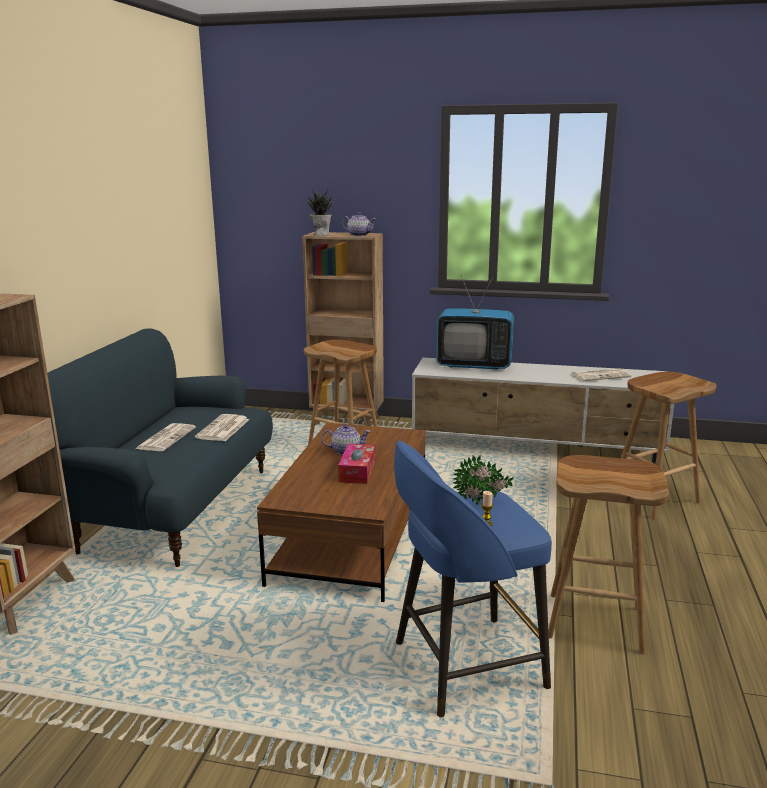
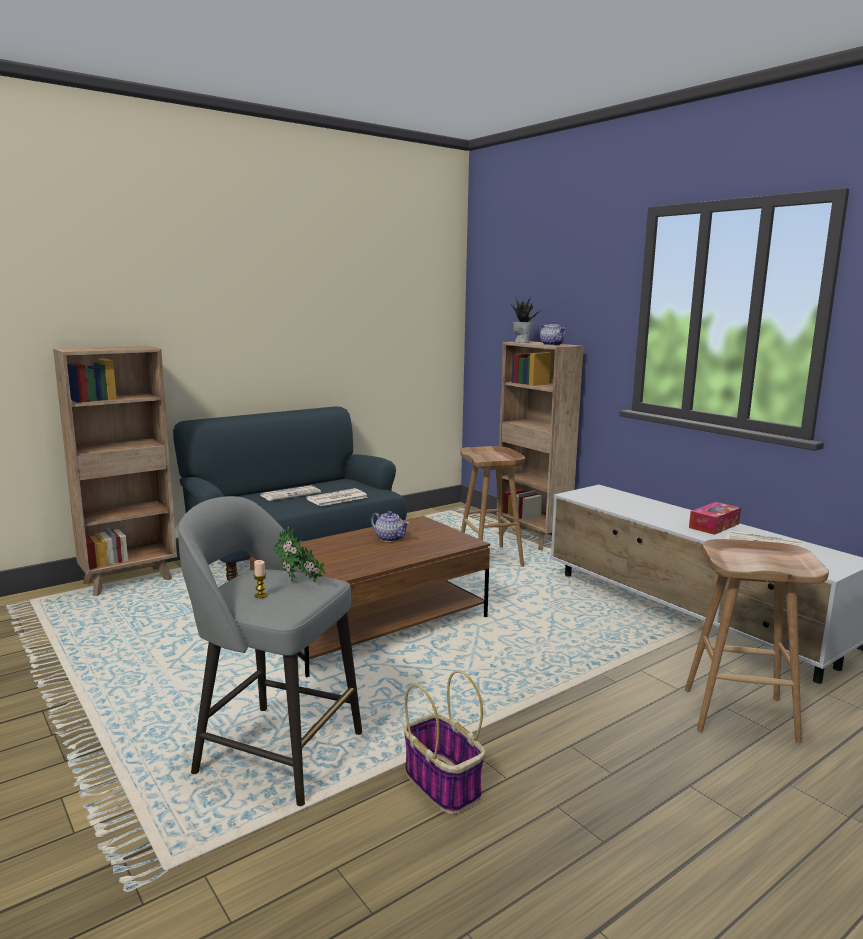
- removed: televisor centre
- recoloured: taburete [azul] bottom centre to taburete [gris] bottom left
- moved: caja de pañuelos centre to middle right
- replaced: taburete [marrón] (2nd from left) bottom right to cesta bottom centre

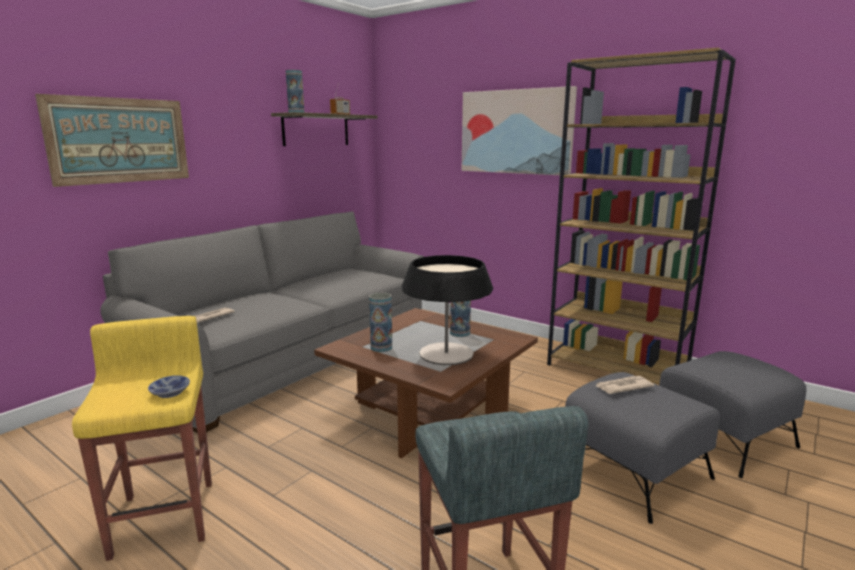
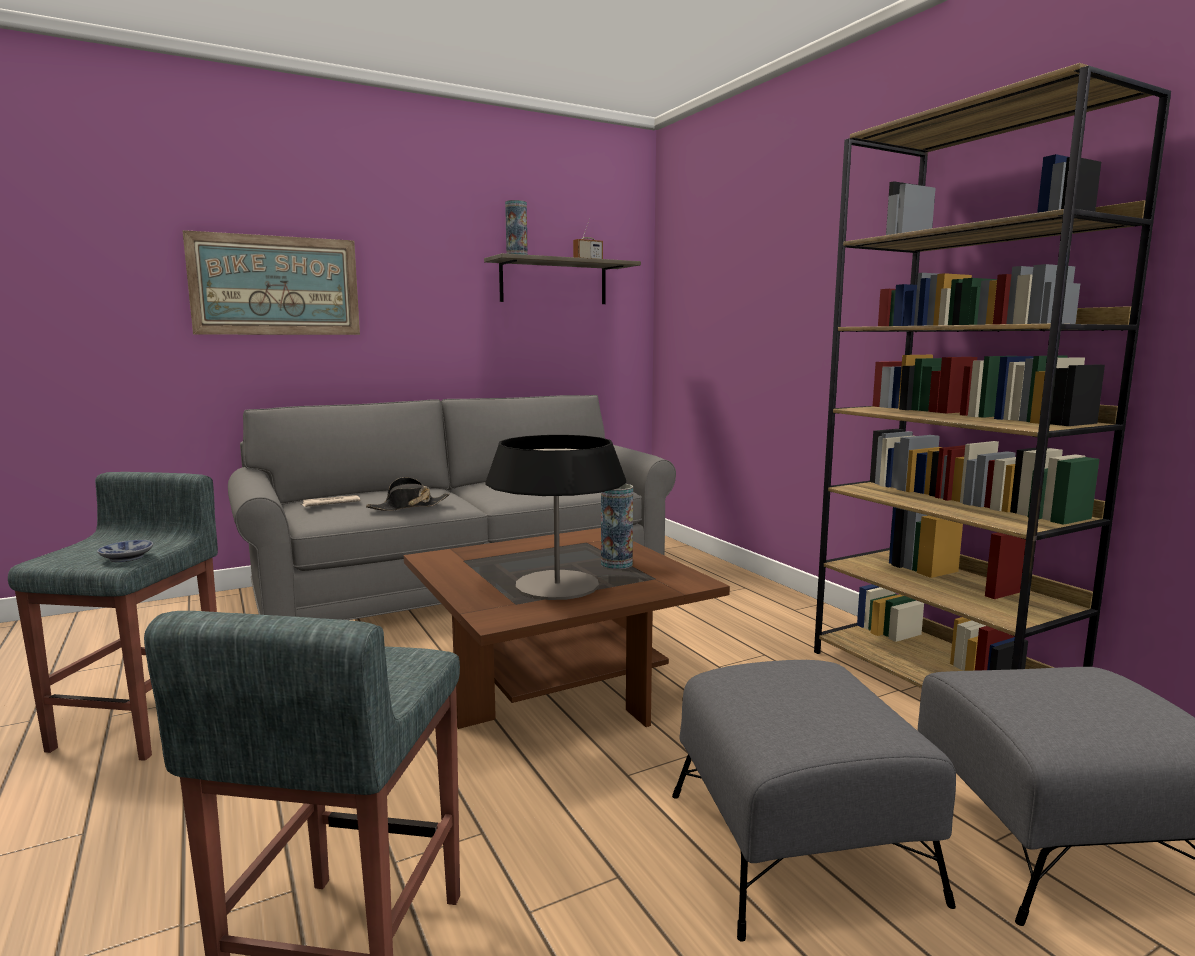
- removed: cuadro (2nd from left) top centre
- removed: florero (2nd from left) centre
- recoloured: taburete [amarillo] bottom left to taburete [gris] (1st from left) middle left
- removed: periódico (2nd from left) bottom right
- added: sombrero [negro] centre

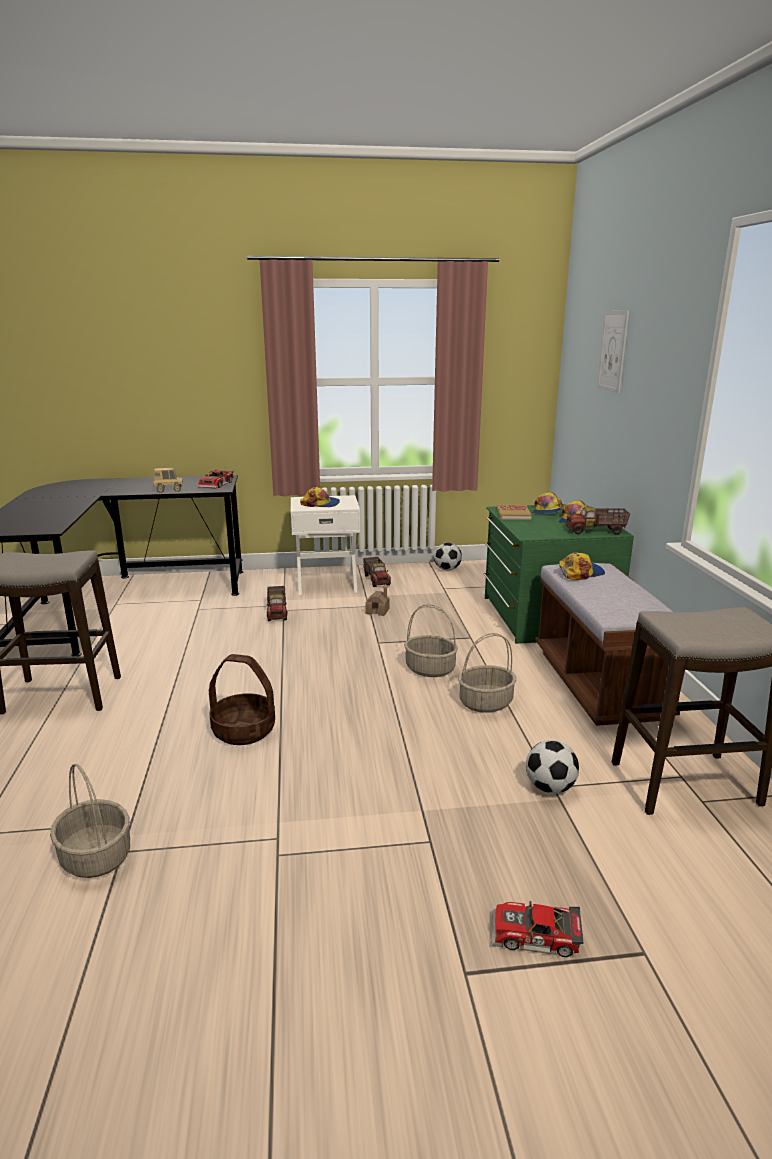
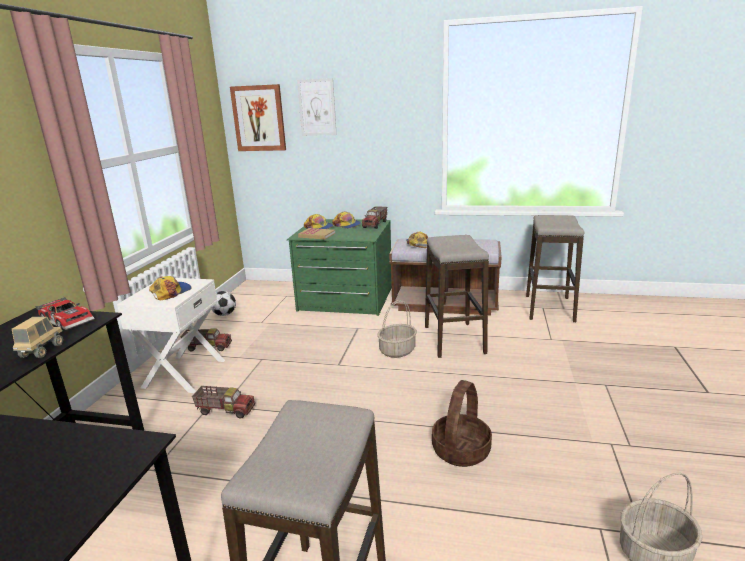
- removed: casita centre
- replaced: cesta (4th from left) centre to taburete (2nd from left) centre
- removed: balón de fútbol (2nd from left) middle right
- removed: coche de juguete (2nd from left) bottom right
- added: cuadro (1st from left) top centre

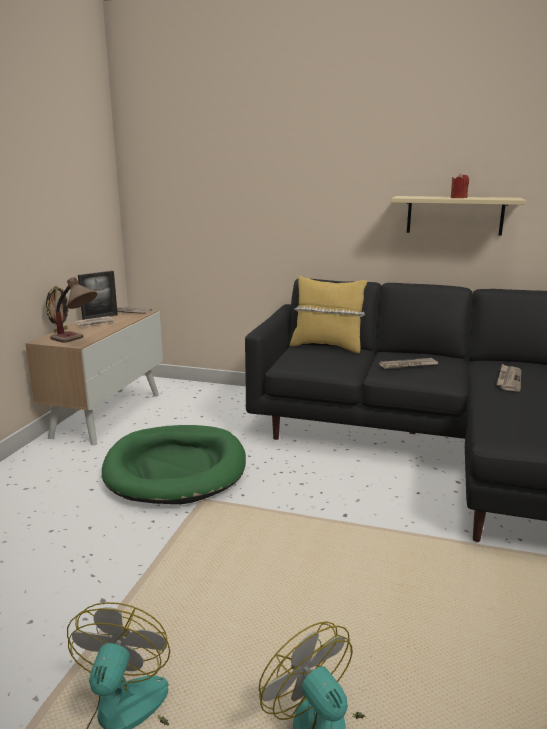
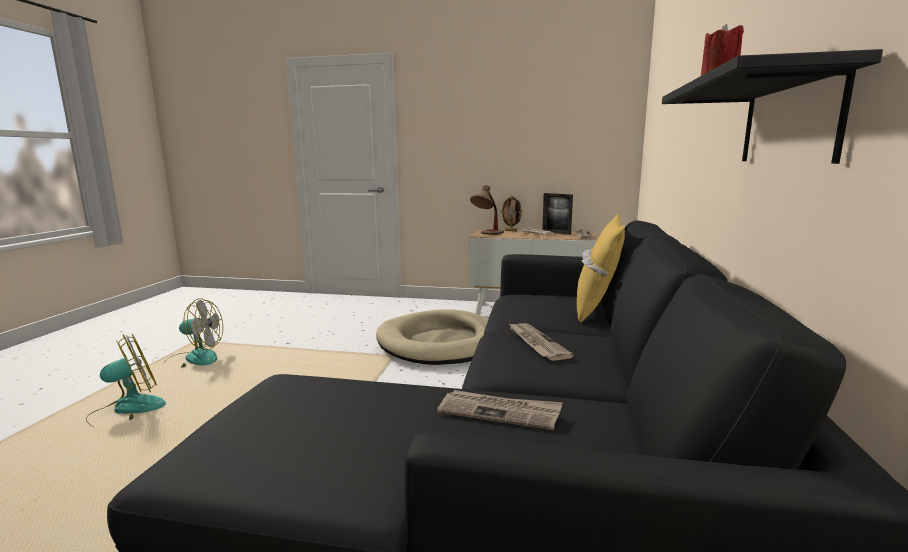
- recoloured: estante [beis] top right to estante [negro] top right
- recoloured: cama para perro [verde] middle left to cama para perro [beis] centre

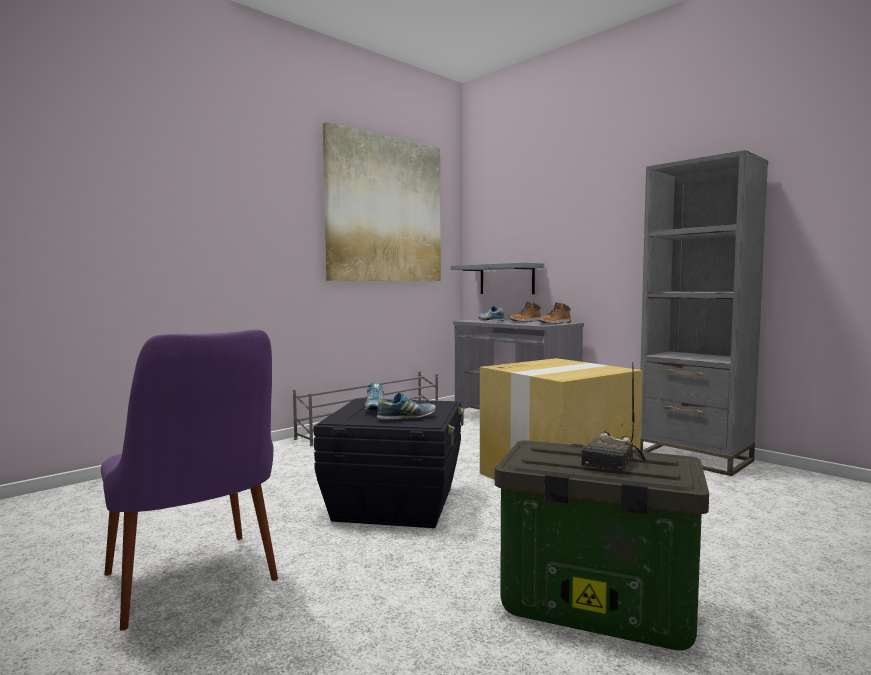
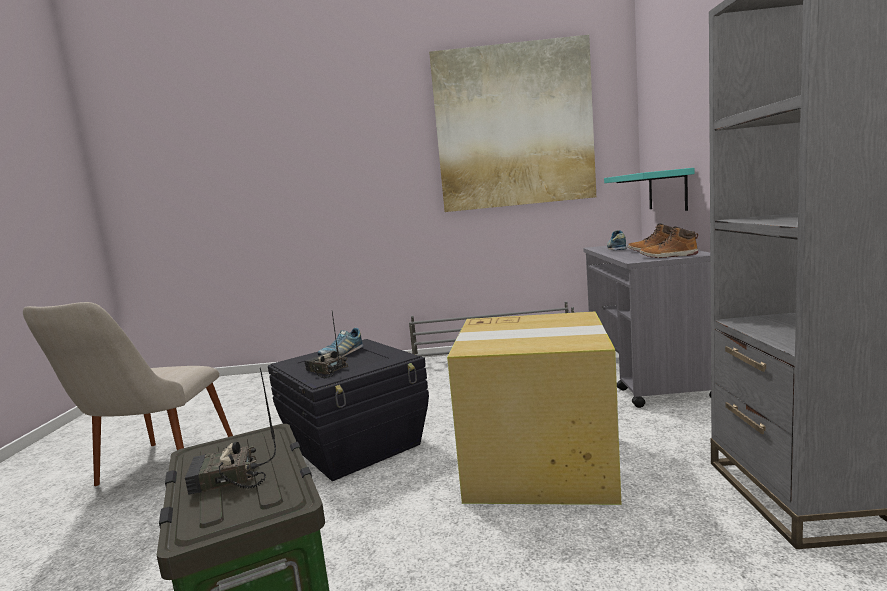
- recoloured: estante [gris] centre to estante [turquesa] top right
- recoloured: silla [morado] bottom left to silla [beis] bottom left
- replaced: zapato (2nd from left) centre to radio (2nd from left) centre

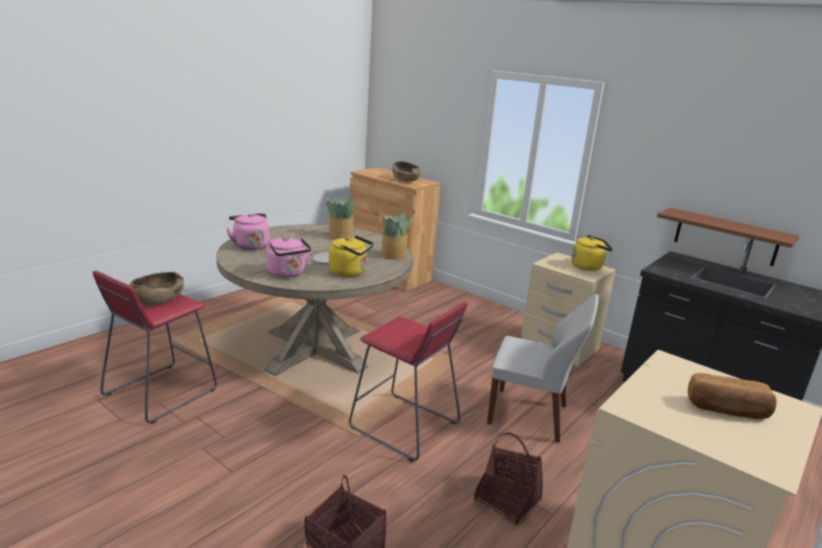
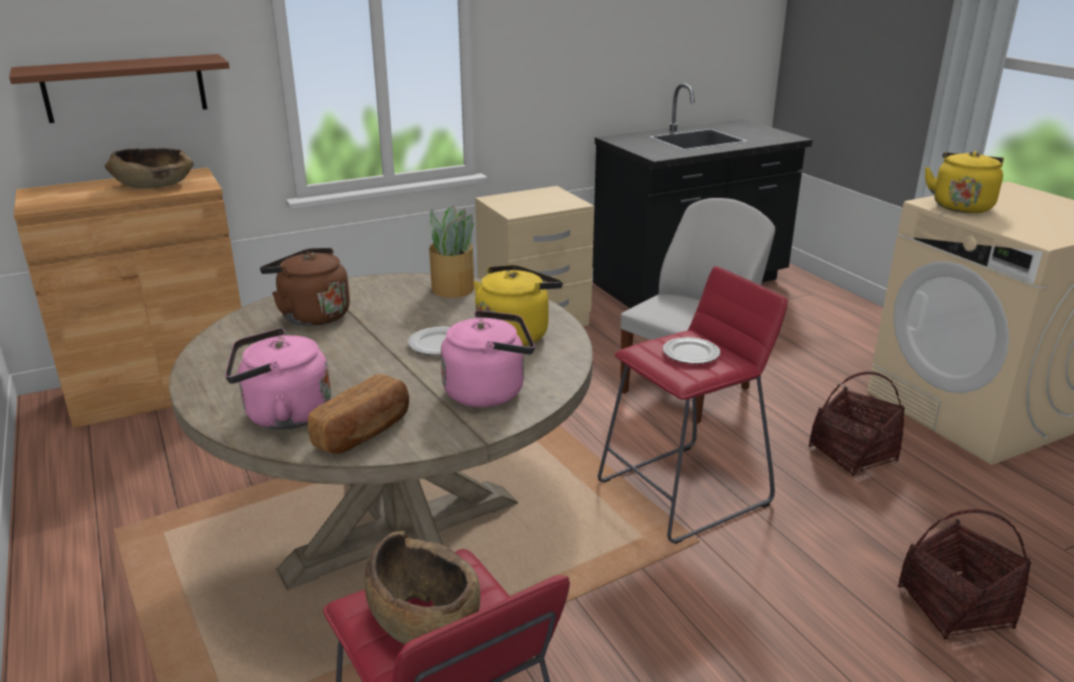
- replaced: planta en maceta (1st from left) centre to hervidor [marrón] middle left
- moved: estante [marrón] middle right to top left
- moved: hervidor [amarillo] (2nd from left) middle right to top right
- moved: pan bottom right to centre
- added: plato (2nd from left) centre

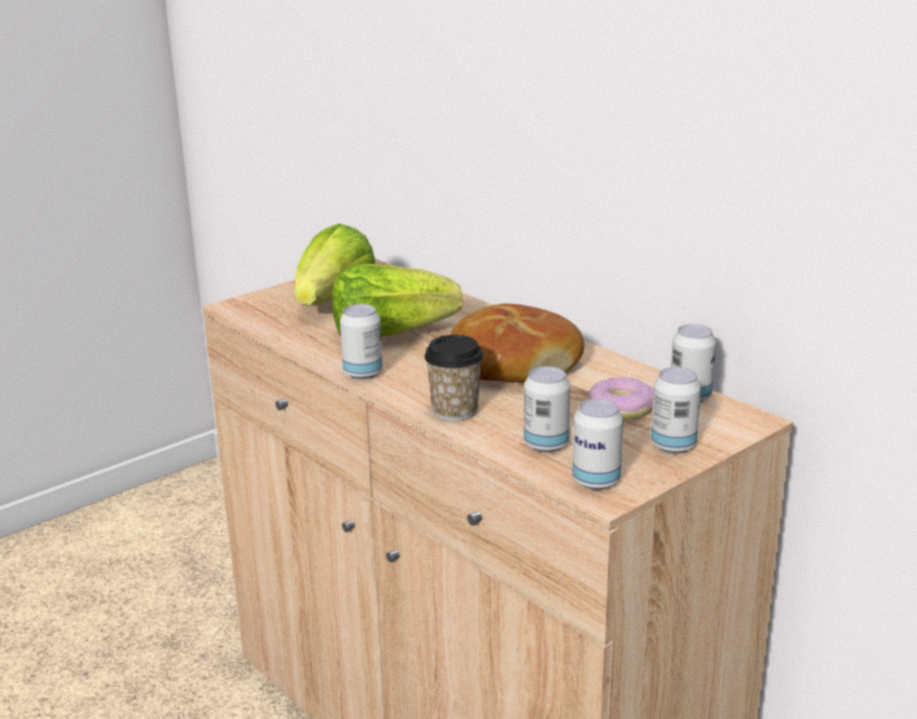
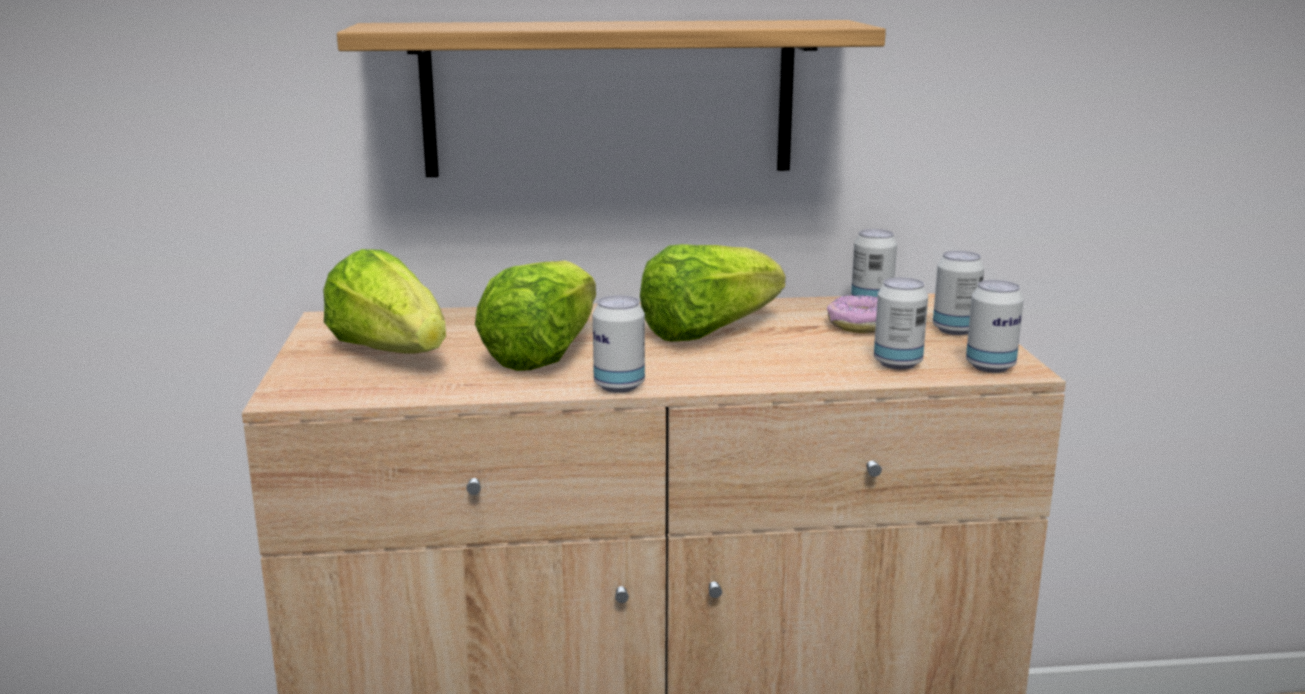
- replaced: pan centre to lechuga (3rd from left) centre
- removed: taza centre
- added: estante top centre

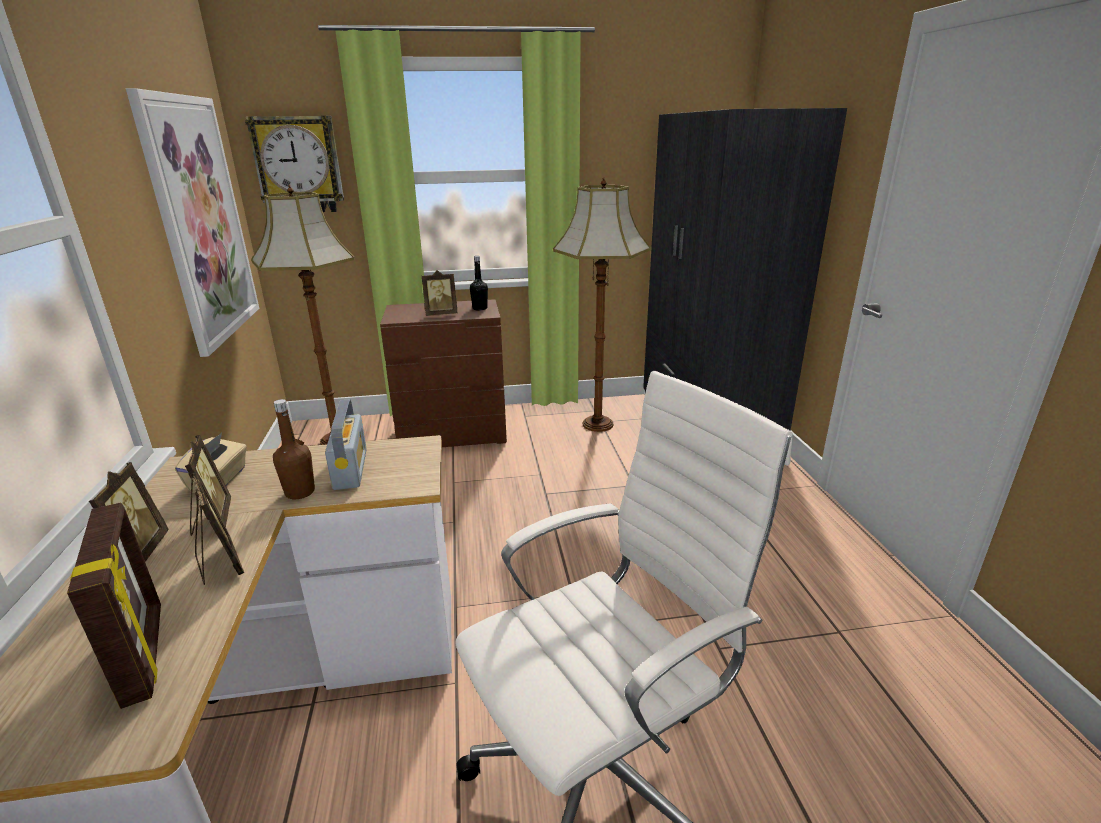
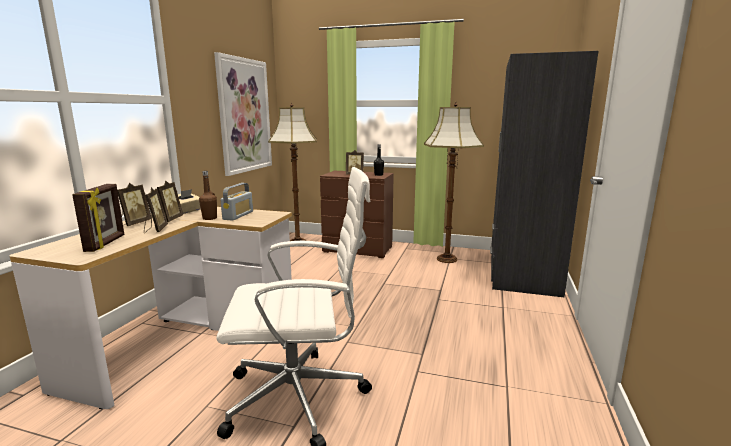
- removed: reloj de pared top left

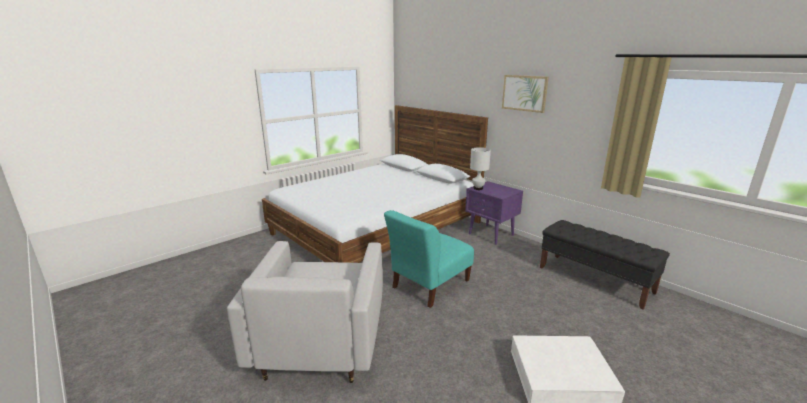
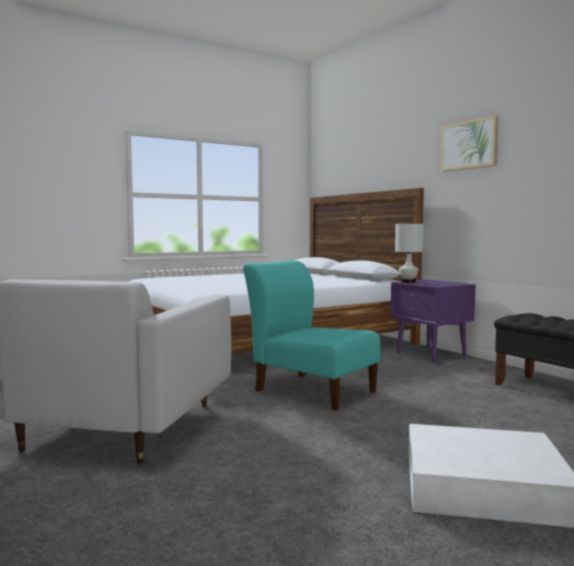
- turned: silla [turquesa] centre = centre 75 degrees clockwise

